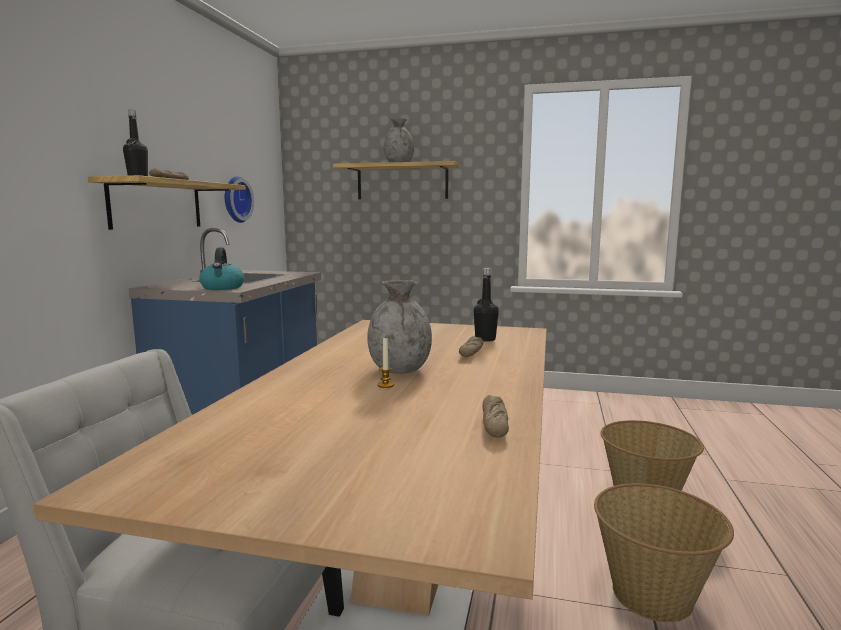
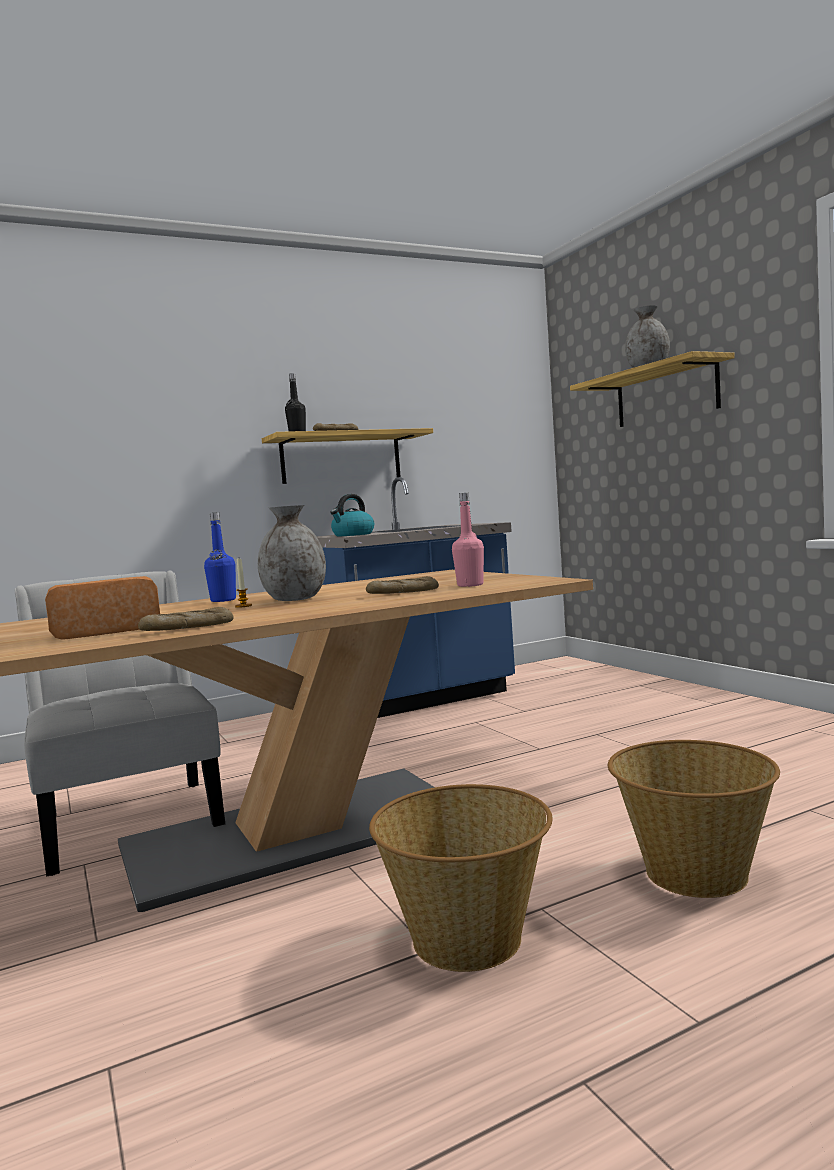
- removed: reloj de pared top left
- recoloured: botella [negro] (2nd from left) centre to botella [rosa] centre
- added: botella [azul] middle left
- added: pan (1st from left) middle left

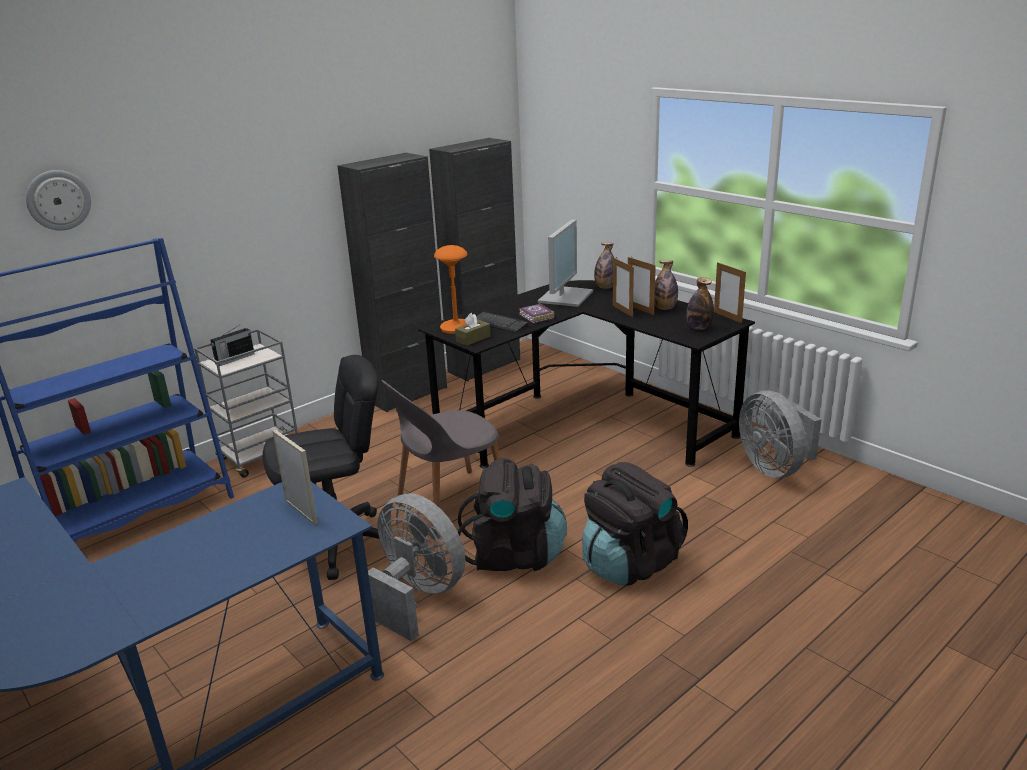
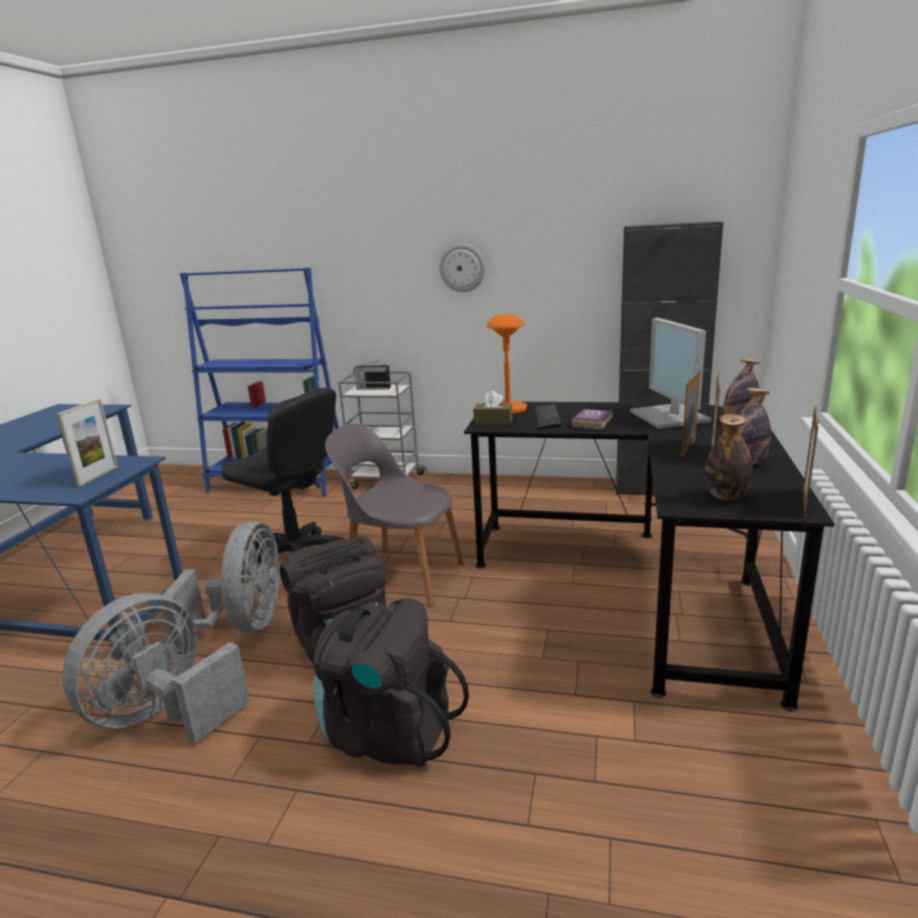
- removed: armario [negro] (1st from left) centre
- moved: reloj de pared top left to top centre
- turned: monitor centre = middle right 90 degrees clockwise
- moved: ventilador [gris] (2nd from left in the first image) middle right to ventilador [gris] (1st from left) bottom left

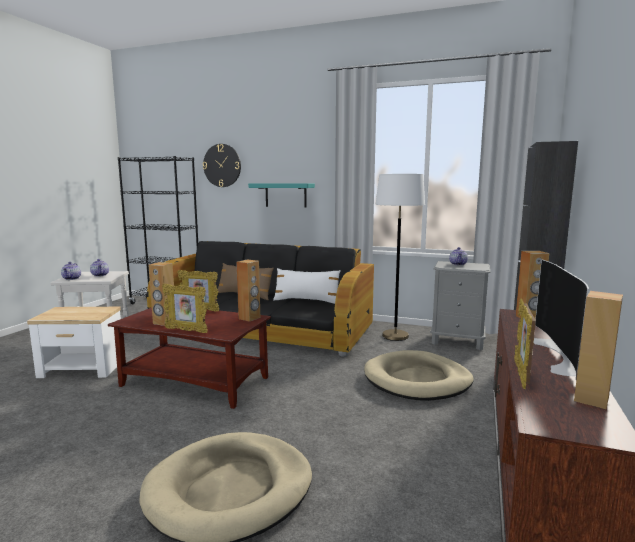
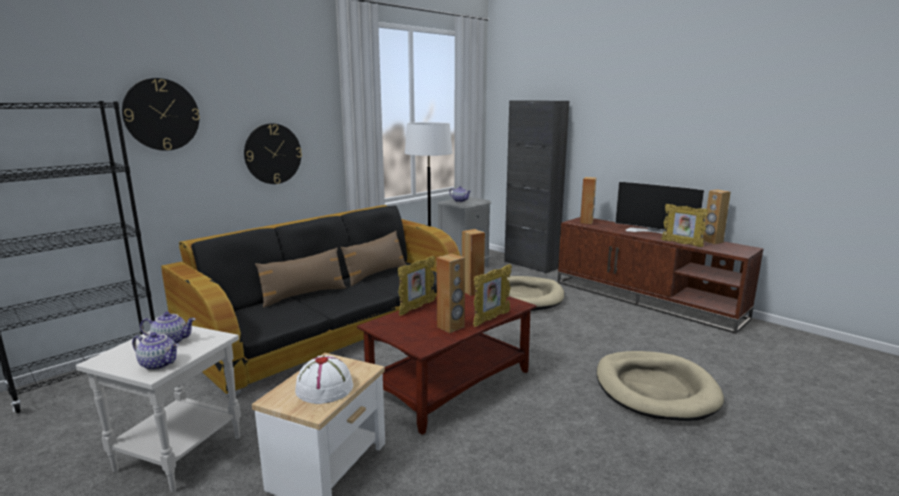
- replaced: estante [turquesa] centre to reloj de pared (2nd from left) top left
- recoloured: cojín [blanco] centre to cojín [marrón] (2nd from left) centre
- added: sombrero [blanco] bottom centre

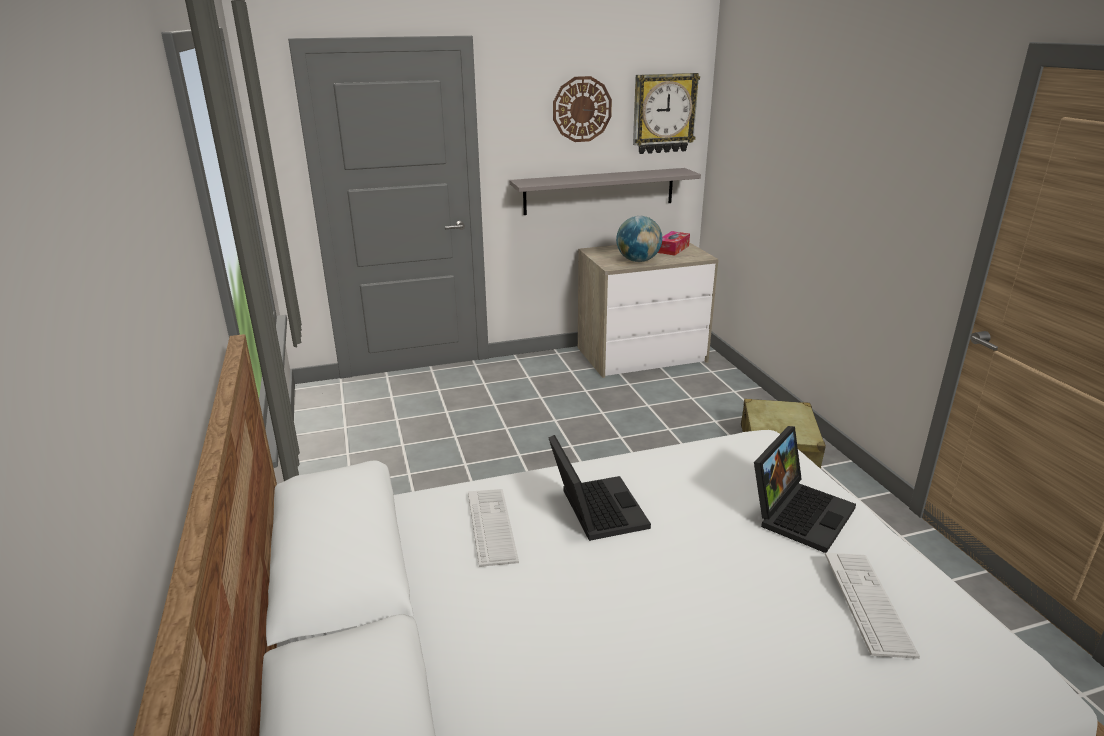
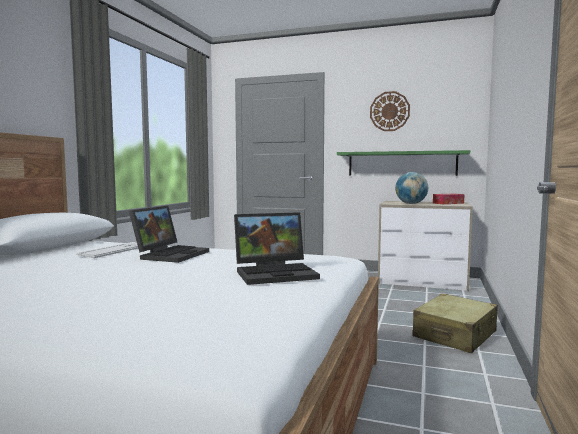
- removed: reloj de pared (2nd from left) top centre
- recoloured: estante [gris] top centre to estante [verde] middle right
- removed: teclado (2nd from left) bottom right

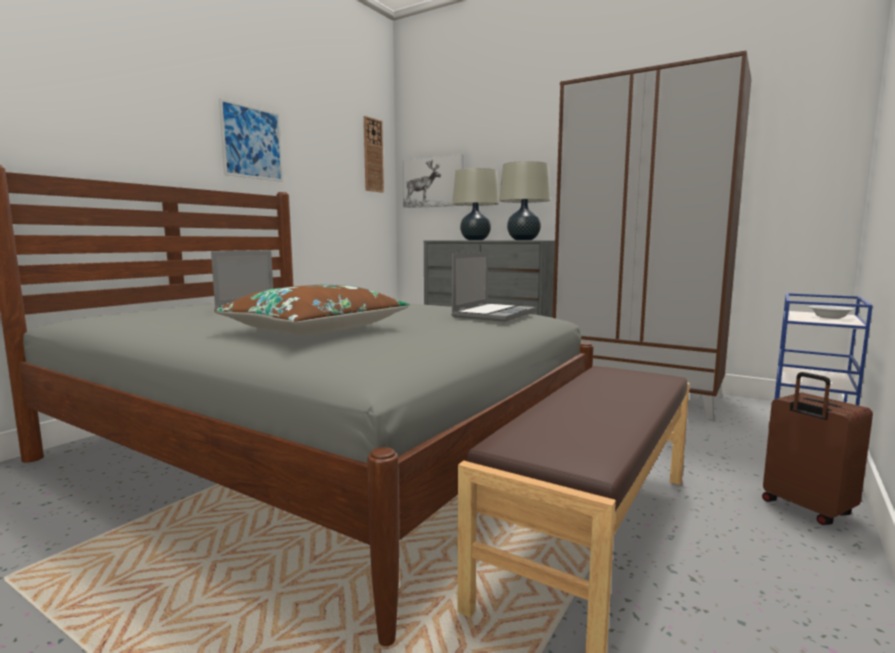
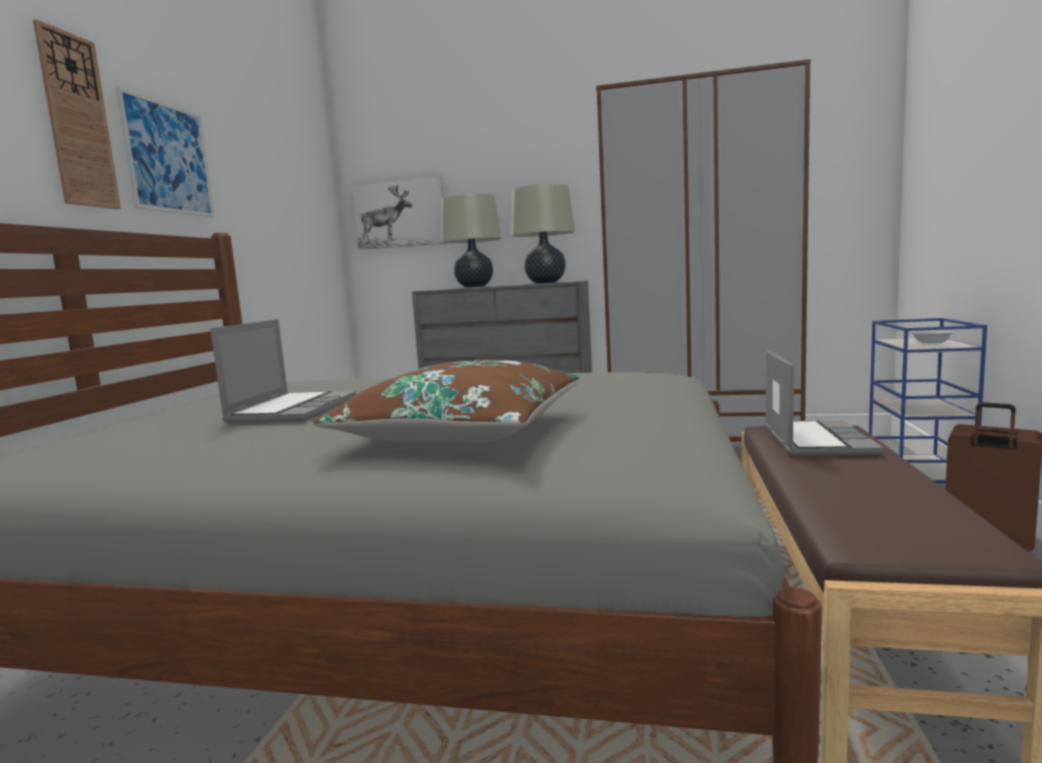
- moved: reloj de pared top centre to top left
- moved: portátil (2nd from left) centre to middle right

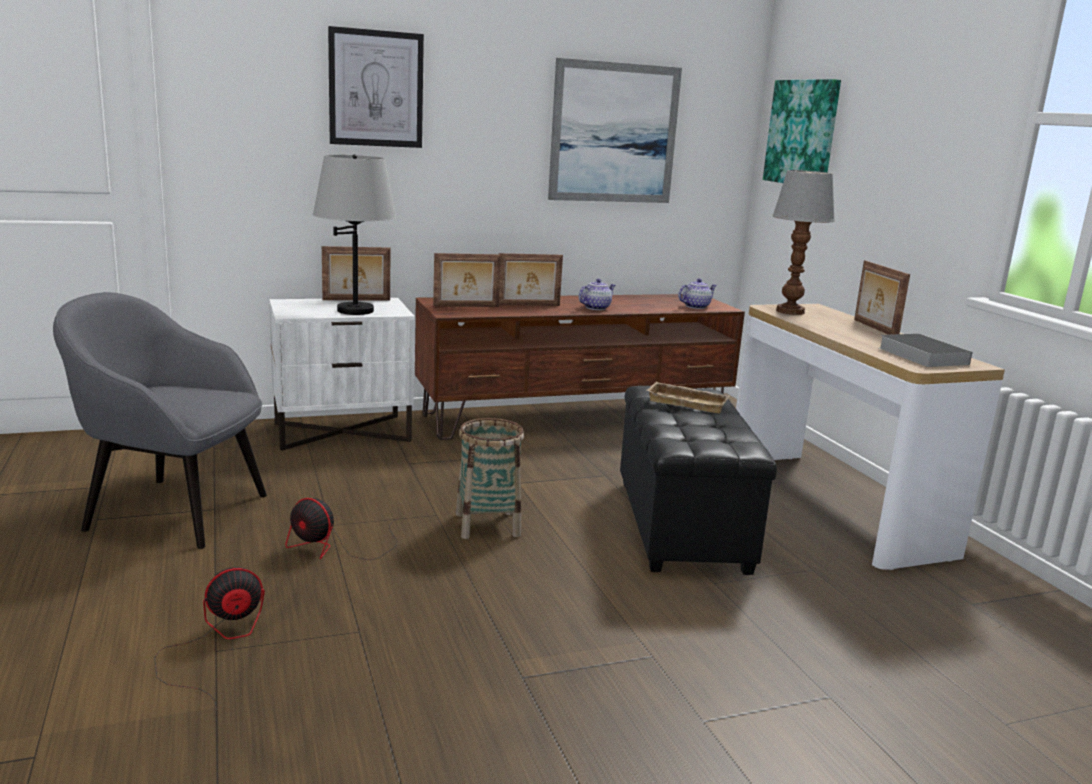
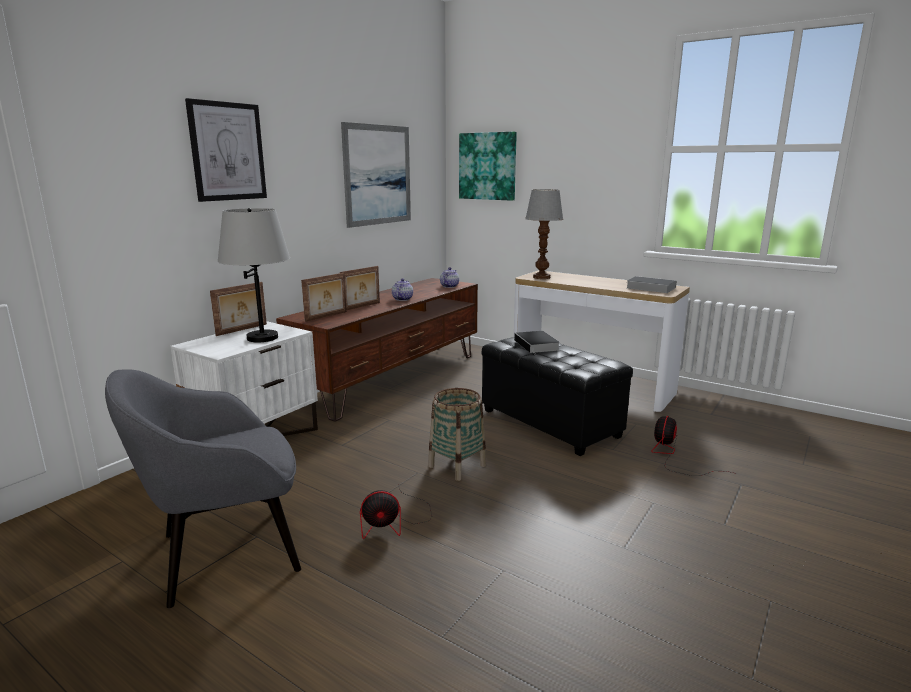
- removed: portarretratos (4th from left) middle right
- replaced: bandeja [beis] centre to libro (1st from left) centre
- moved: ventilador (1st from left in the first image) bottom left to ventilador (2nd from left) middle right

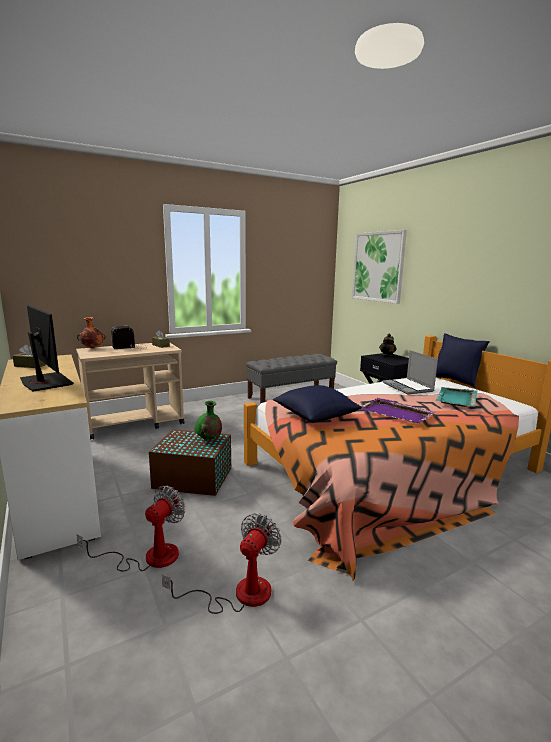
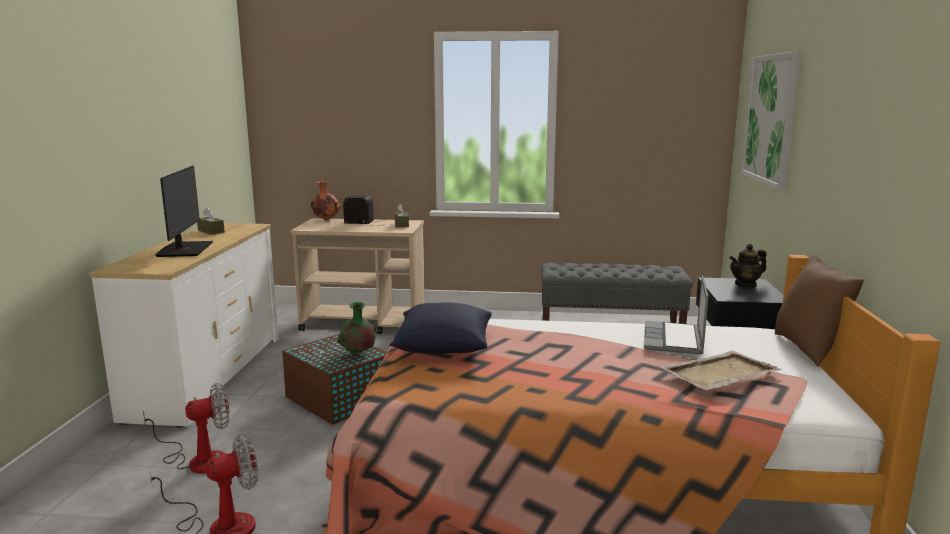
- recoloured: cojín [azul] (2nd from left) middle right to cojín [marrón] middle right
- recoloured: bandeja [turquesa] middle right to bandeja [beis] bottom right
- removed: bandeja [morado] middle right

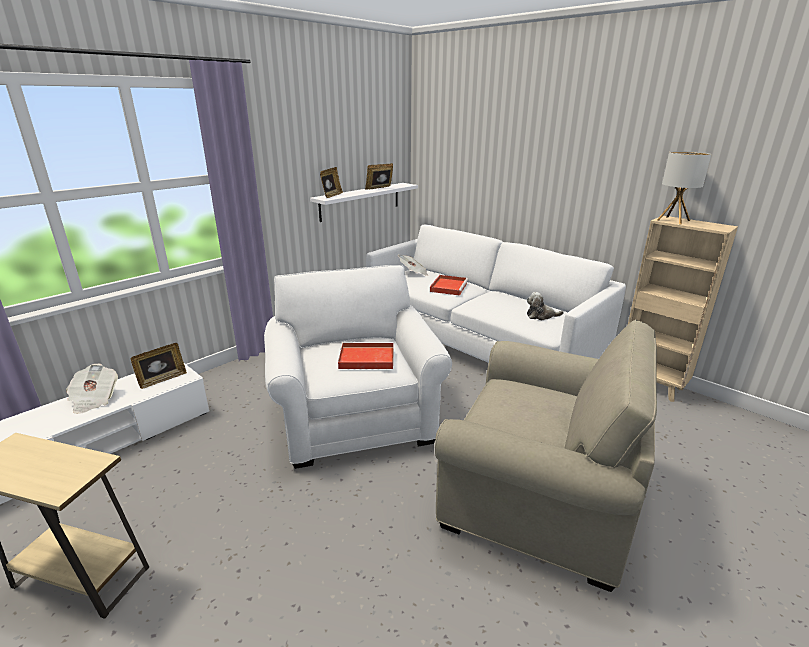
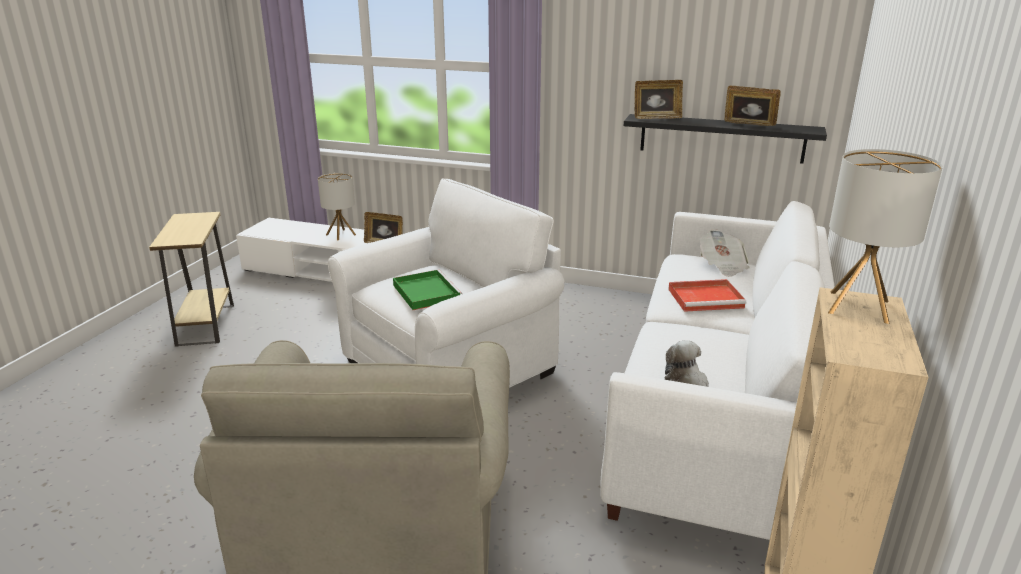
- recoloured: estante [blanco] top centre to estante [negro] top right
- recoloured: bandeja [rojo] (1st from left) centre to bandeja [verde] centre
- replaced: periódico (1st from left) middle left to lámpara de mesa (1st from left) middle left

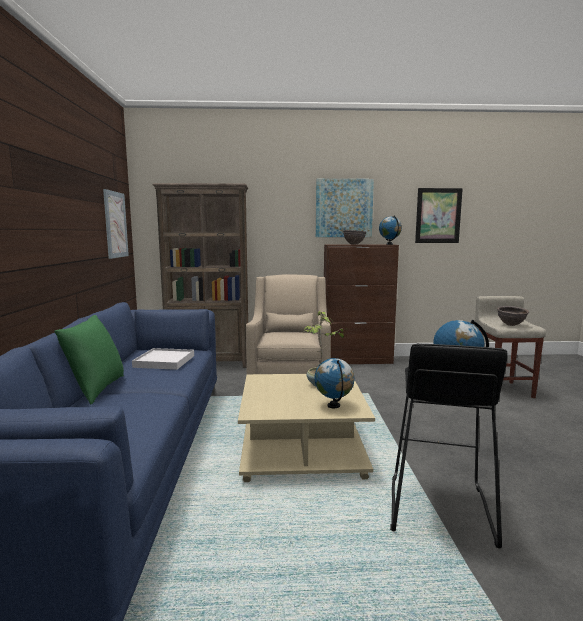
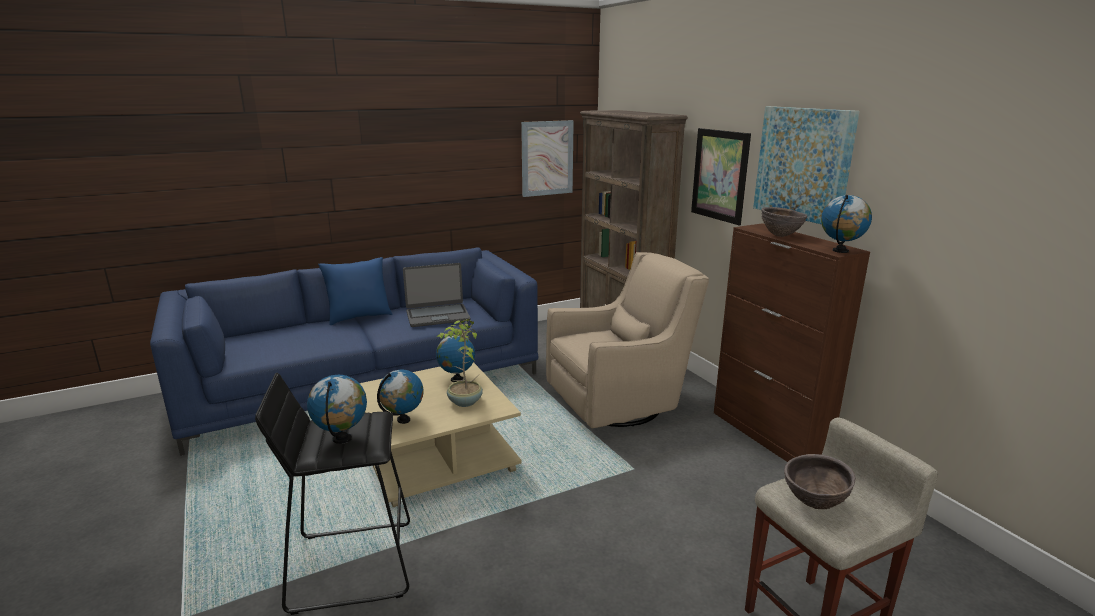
- moved: cuadro (3rd from left in the first image) middle right to cuadro (2nd from left) top centre
- recoloured: cojín [verde] middle left to cojín [azul] middle left
- replaced: bandeja [blanco] middle left to portátil centre
- added: globo terráqueo (3rd from left) centre

